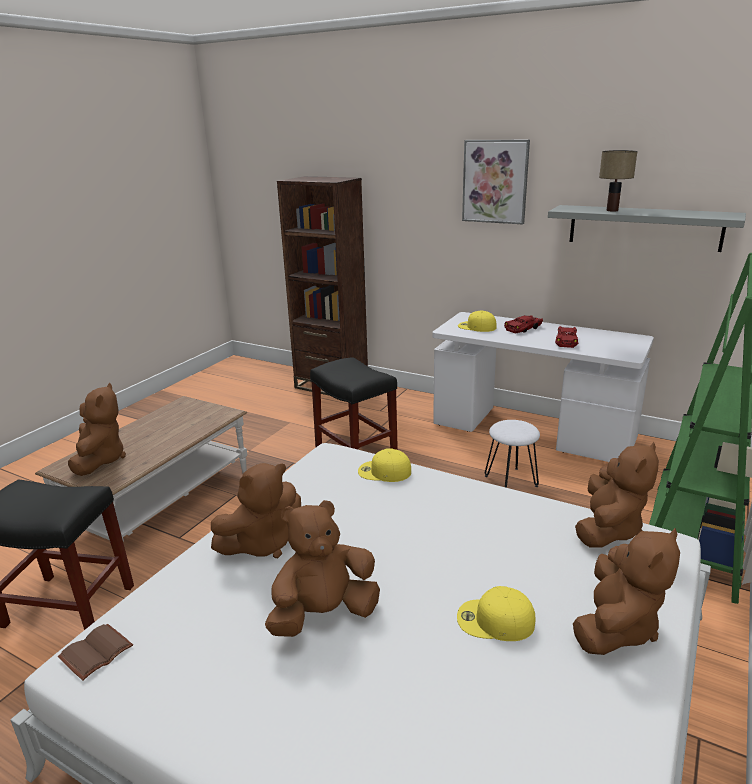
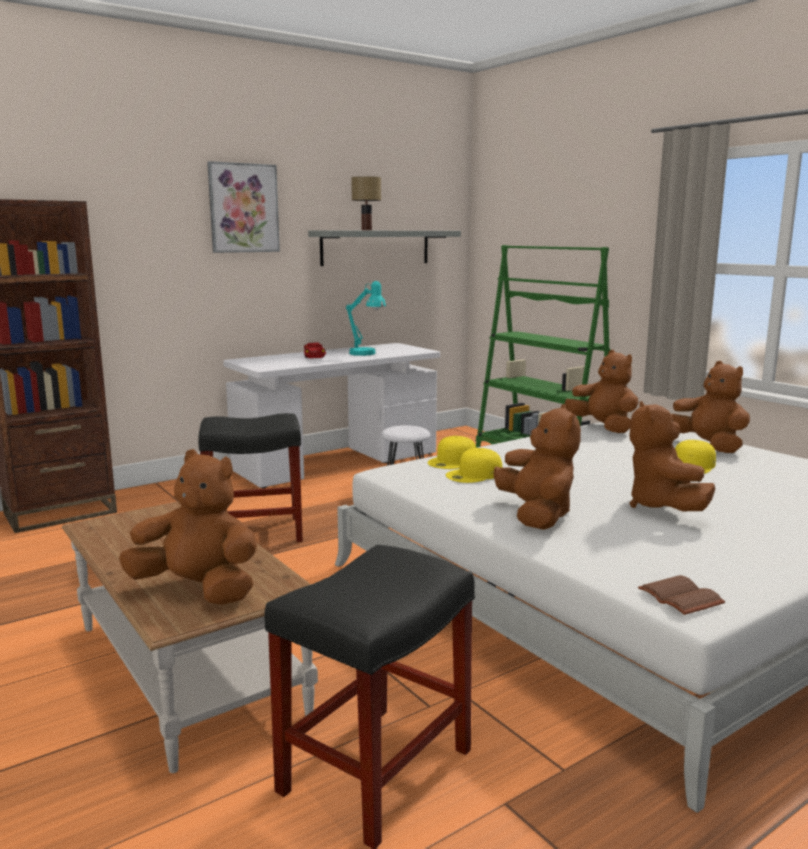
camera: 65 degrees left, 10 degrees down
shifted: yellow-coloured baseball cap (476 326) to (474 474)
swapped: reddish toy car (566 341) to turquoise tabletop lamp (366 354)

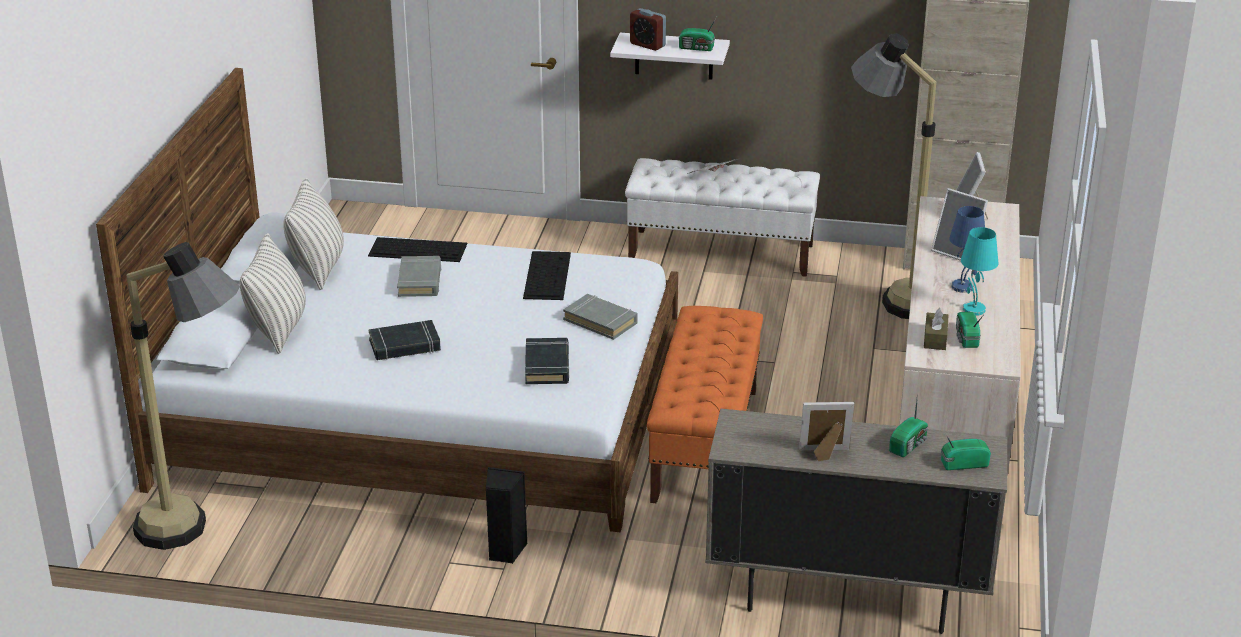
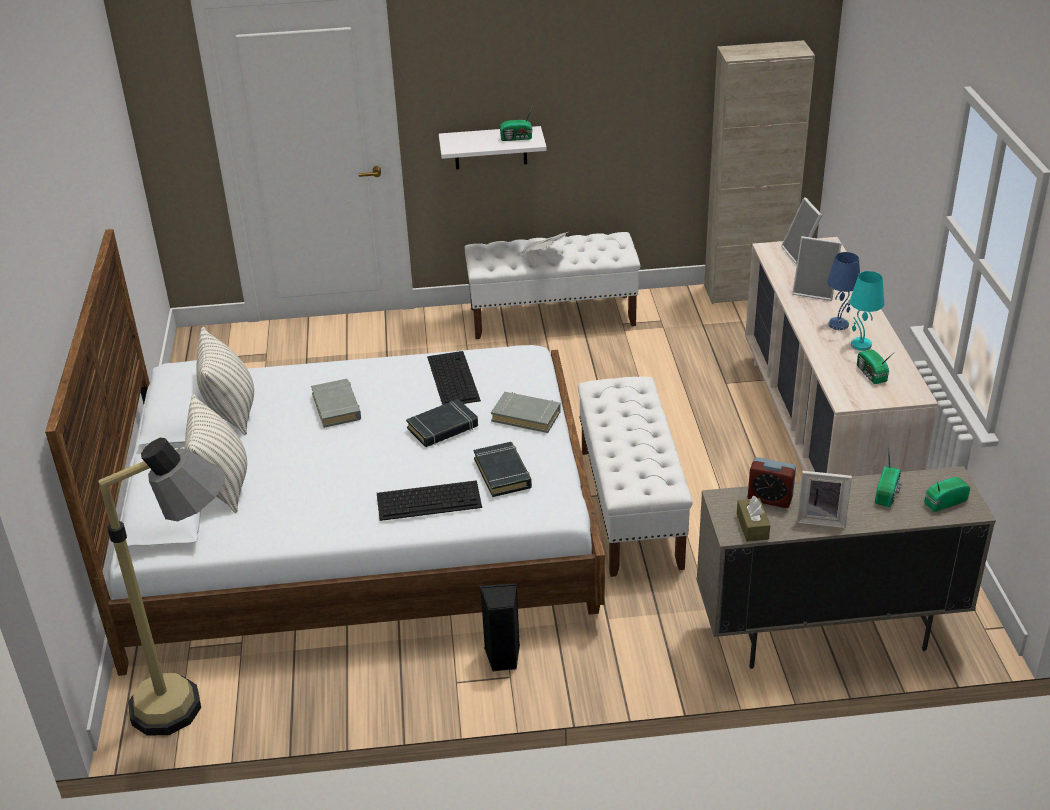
camera: 15 degrees left, 5 degrees up
gone: standing lamp (889 295)
shifted: computer keyboard (419 249) to (430 500); black bound book (405 345) to (443 428); table clock (647 45) to (770 499); brown tissue holder (935 338) to (752 526)
repainted: orangey bench (705 444) to whitish bench (630 507)
rotated: photo frame (825 454) = (821 519) 150 degrees counterclockwise

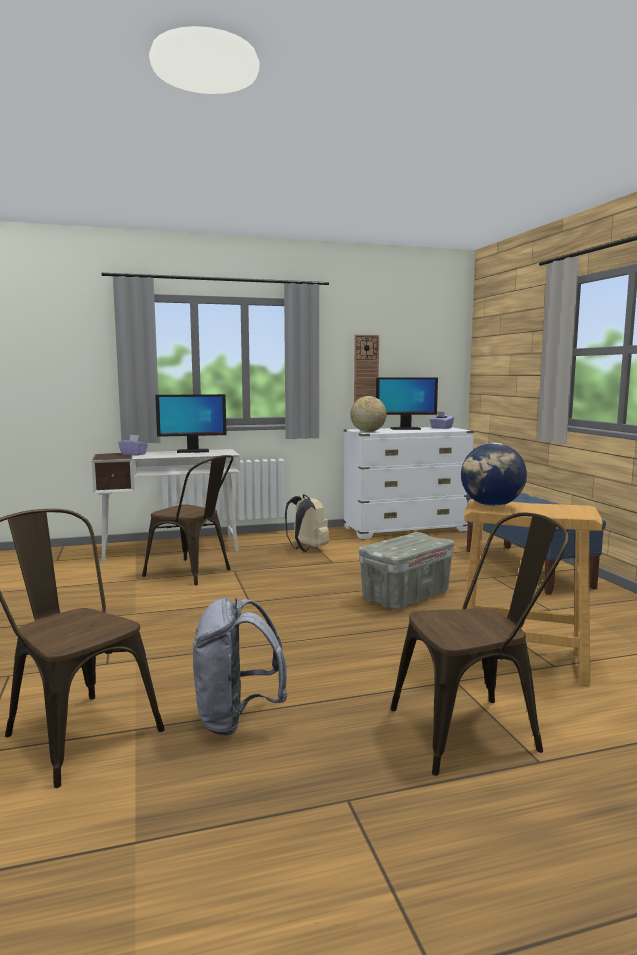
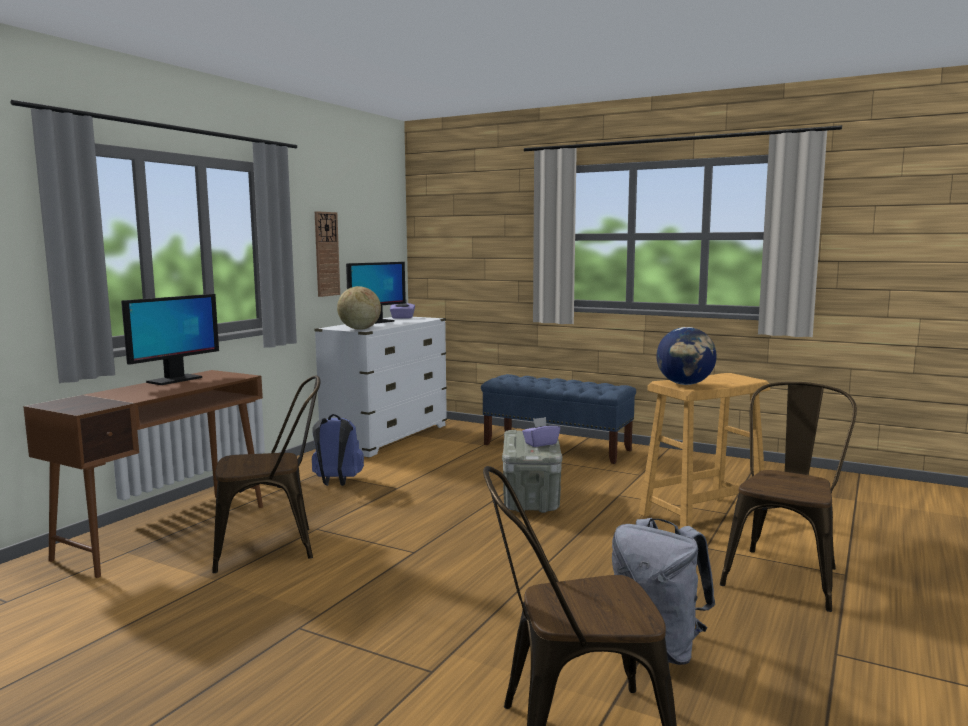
camera: 45 degrees left, 0 degrees up
shifted: purplish tissue holder (133 454) to (540 443)
repainted: whitish desk table (171 549) to brown desk table (166 531); beige backpack (306 549) to blue backpack (336 482)

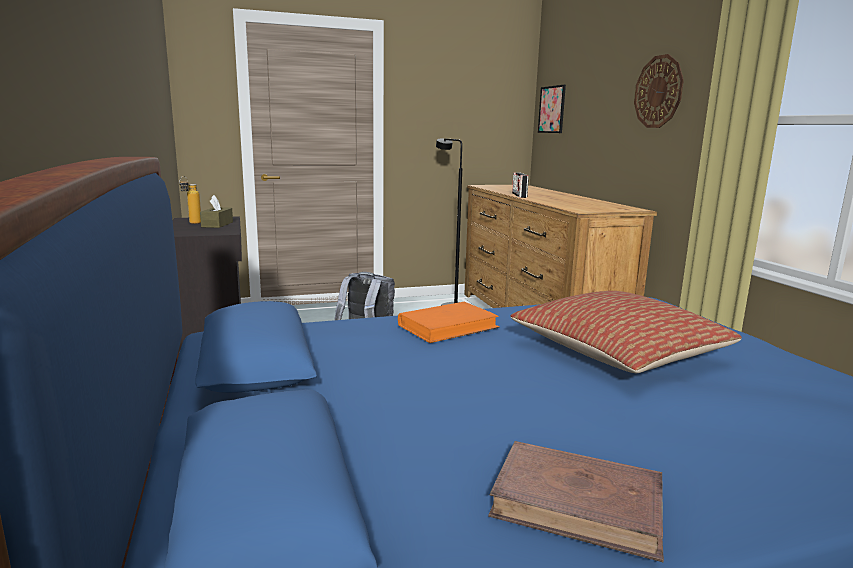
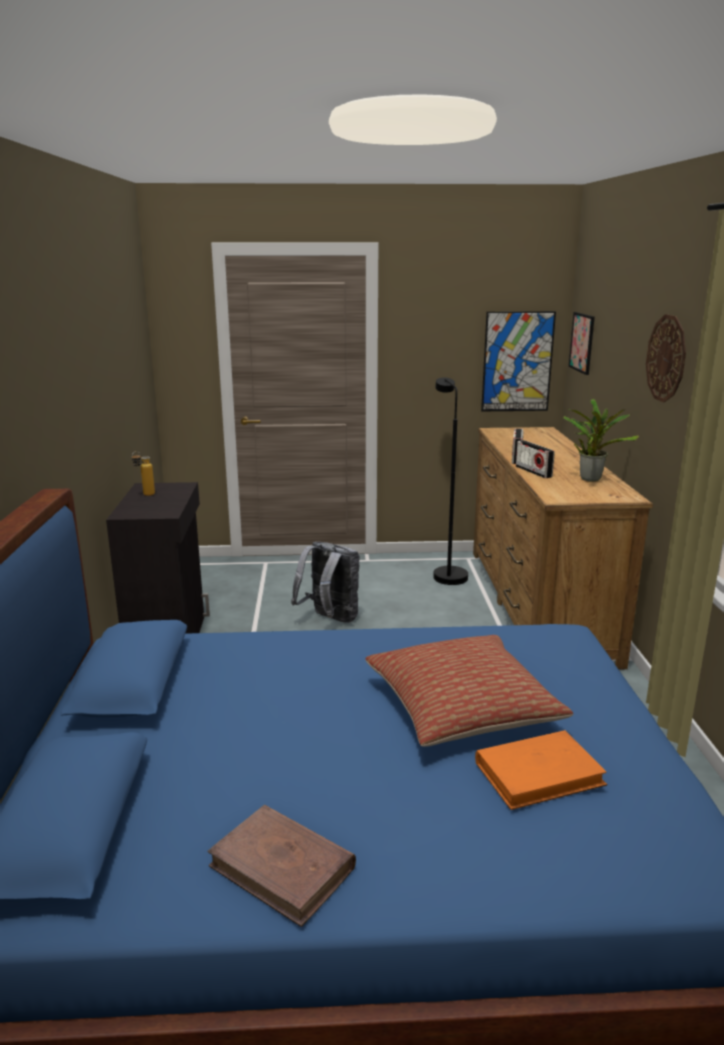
camera: 15 degrees right, 5 degrees up
gone: brown tissue holder (217 224)
new: picture (517 362); radio receiver (533 472); potted plant (590 478)
shifted: orangey bound book (448 326) to (539 774)

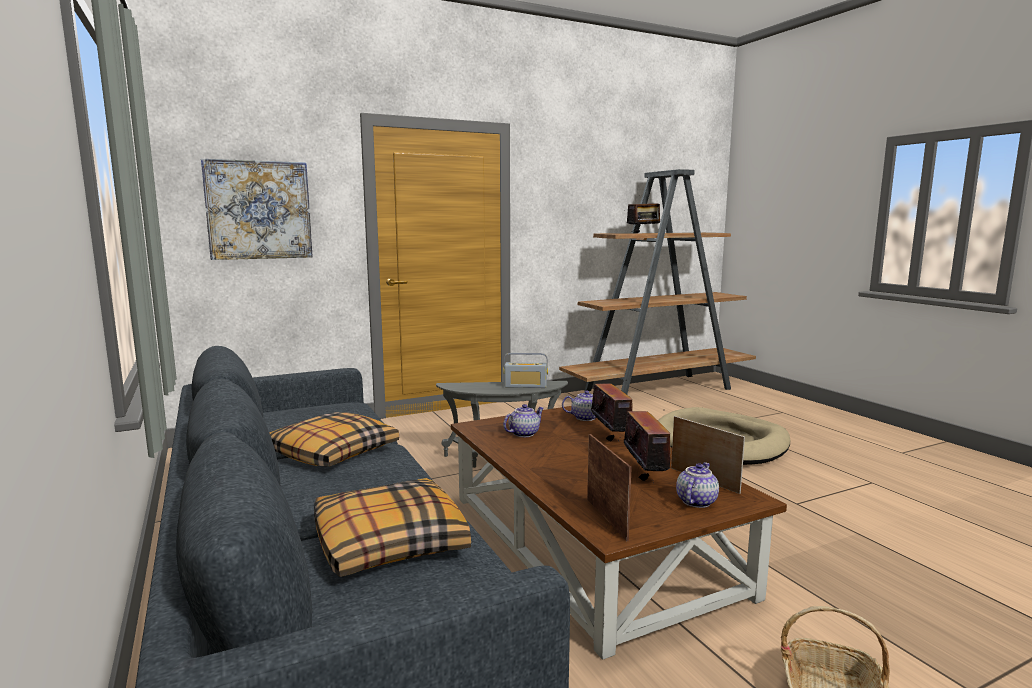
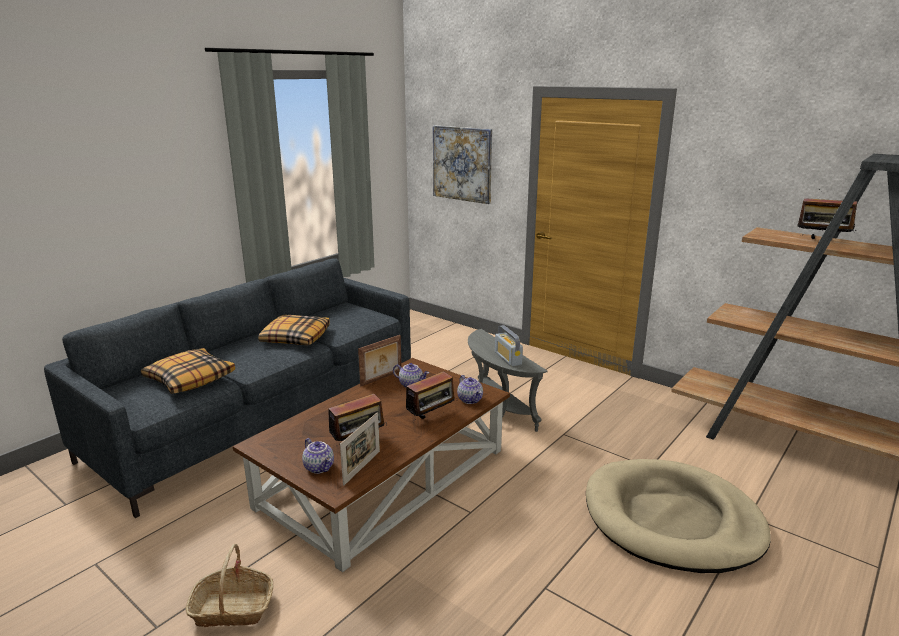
camera: 65 degrees right, 10 degrees up
shifted: photo frame (608 518) to (382 378)
rotated: pot for tea (695 501) = (320 467) 45 degrees clockwise

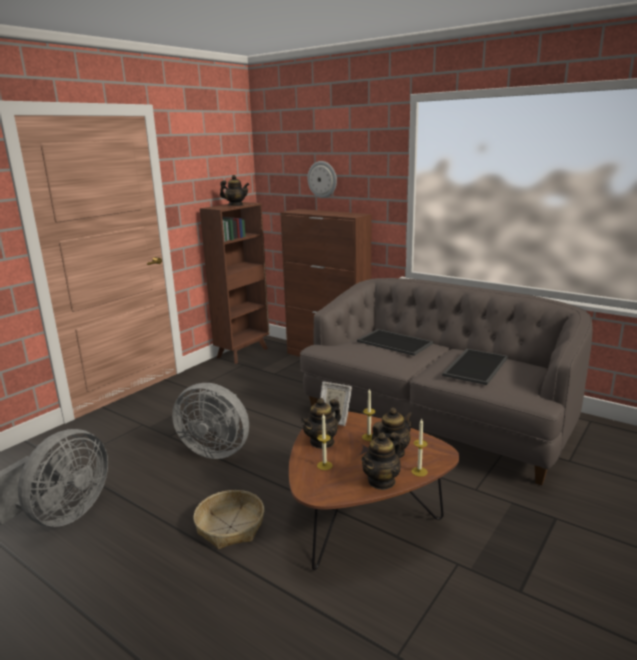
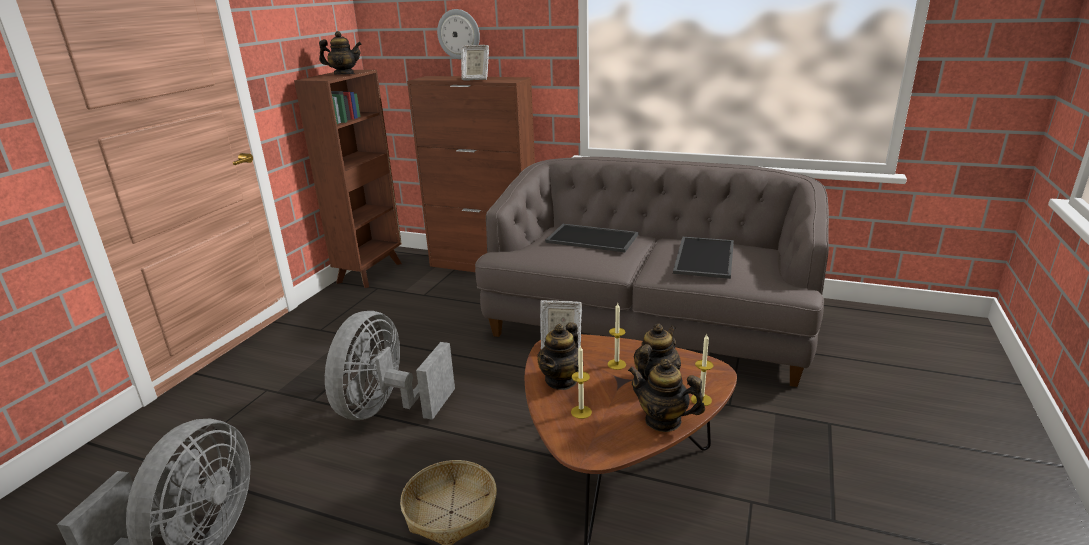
camera: 15 degrees left, 5 degrees up
new: photo frame (475 79)
rotated: greyish fan (216 450) = (387 409) 105 degrees clockwise; pot for tea (381 481) = (663 420) 90 degrees clockwise

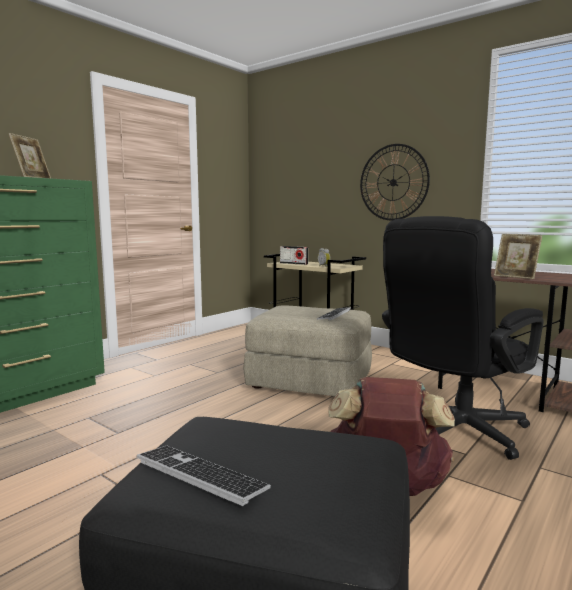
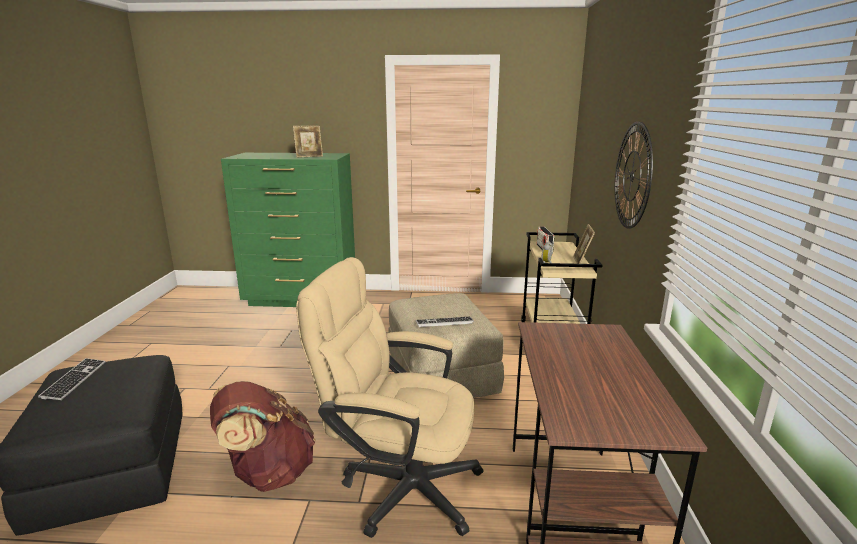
camera: 55 degrees right, 10 degrees up
shifted: photo frame (515 277) to (581 261)
repainted: black computer chair (453 433) to beige computer chair (399 485)

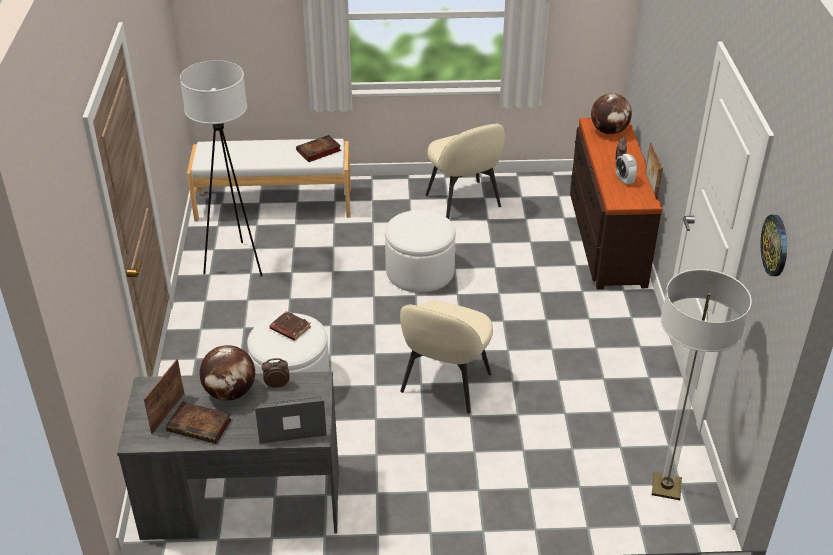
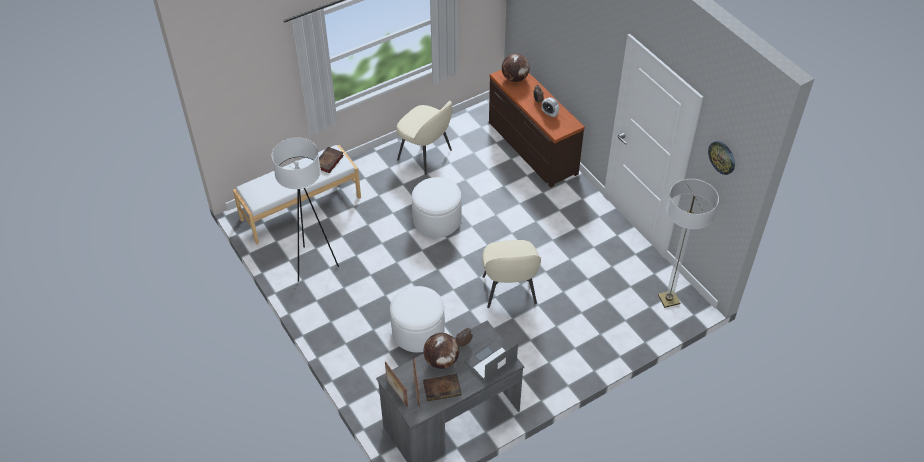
camera: 30 degrees left, 10 degrees up
gone: brown bound book (289 328)
shifted: photo frame (650 186) to (396 393)

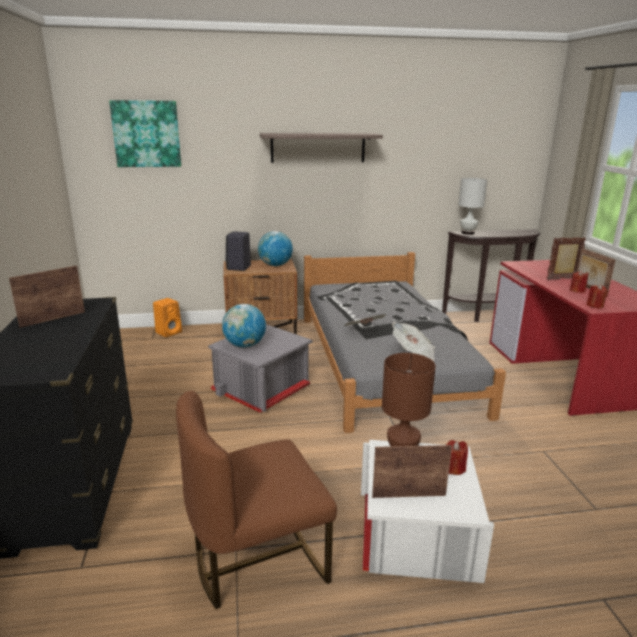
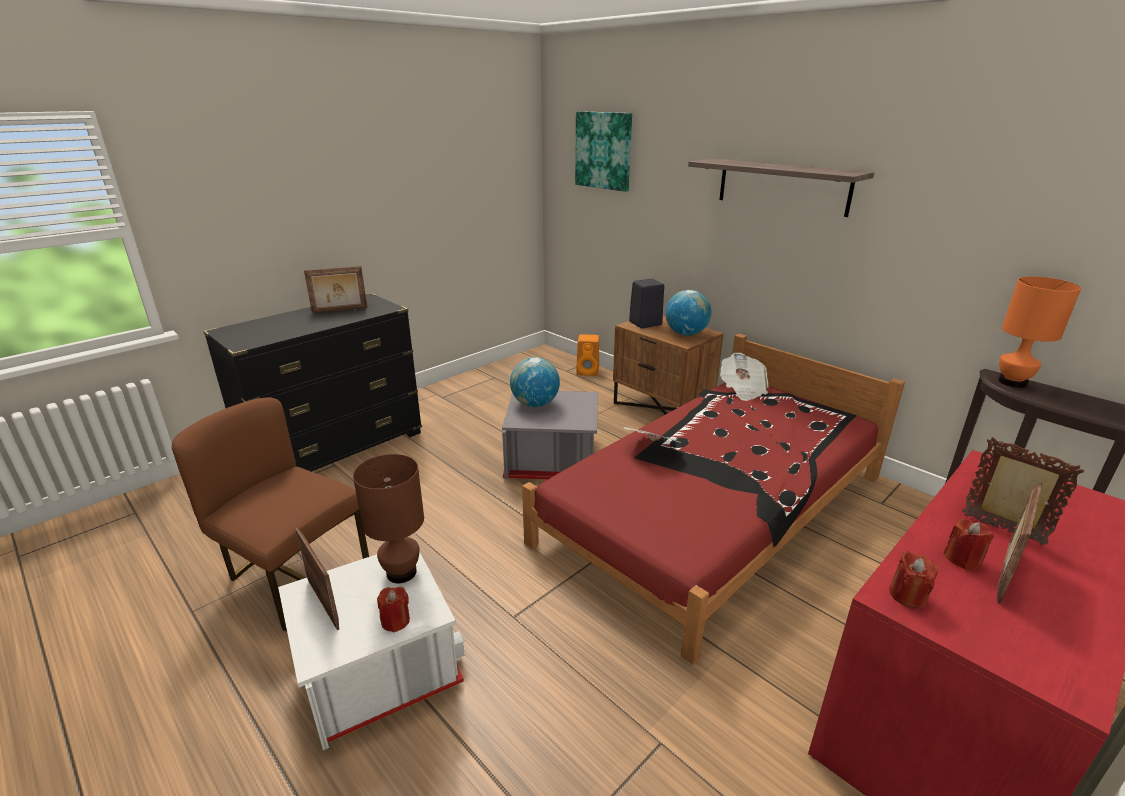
camera: 55 degrees right, 5 degrees up
shifted: daily paper (413 353) to (742 389)
repainted: greyish bedroom bed (383 361) to reddish bedroom bed (714 508); whitish tabletop lamp (468 233) to orangey tabletop lamp (1012 382)
rotated: photo frame (52 319) = (340 310) 150 degrees clockwise

